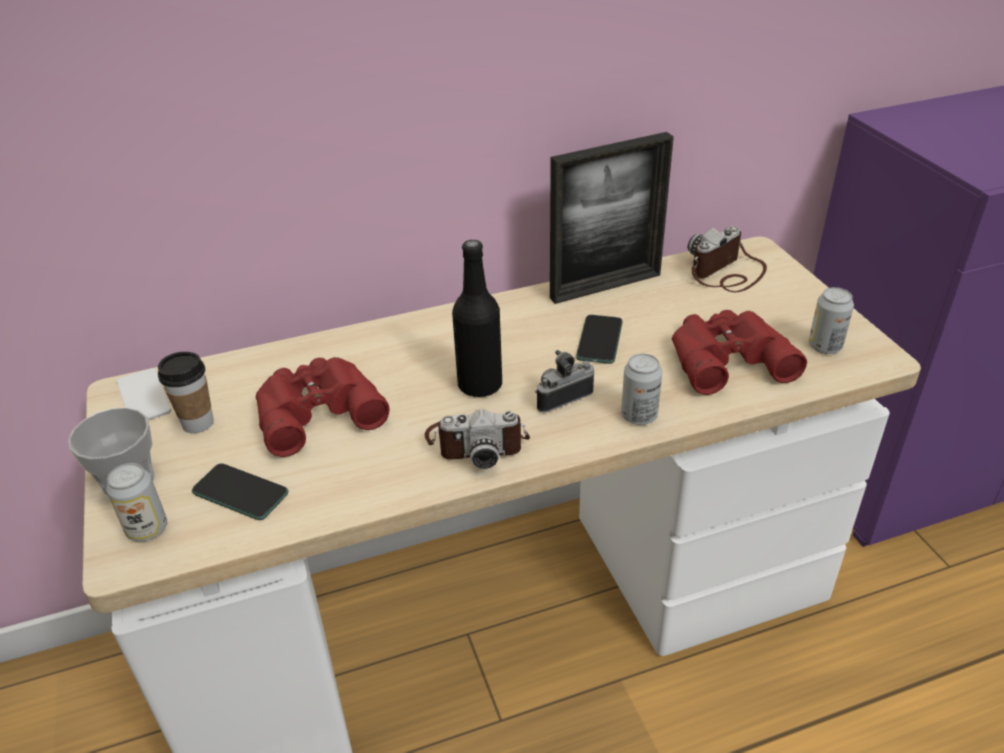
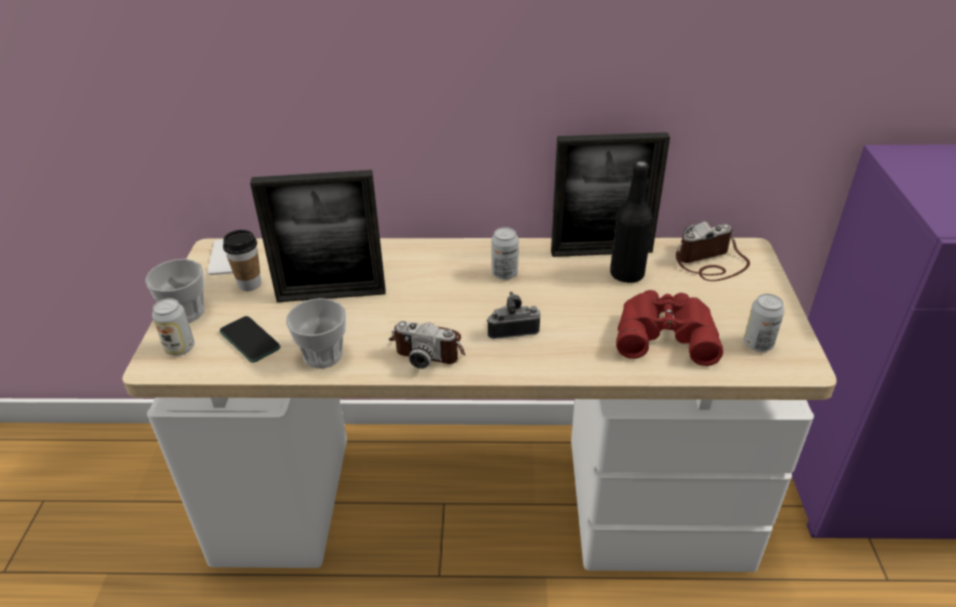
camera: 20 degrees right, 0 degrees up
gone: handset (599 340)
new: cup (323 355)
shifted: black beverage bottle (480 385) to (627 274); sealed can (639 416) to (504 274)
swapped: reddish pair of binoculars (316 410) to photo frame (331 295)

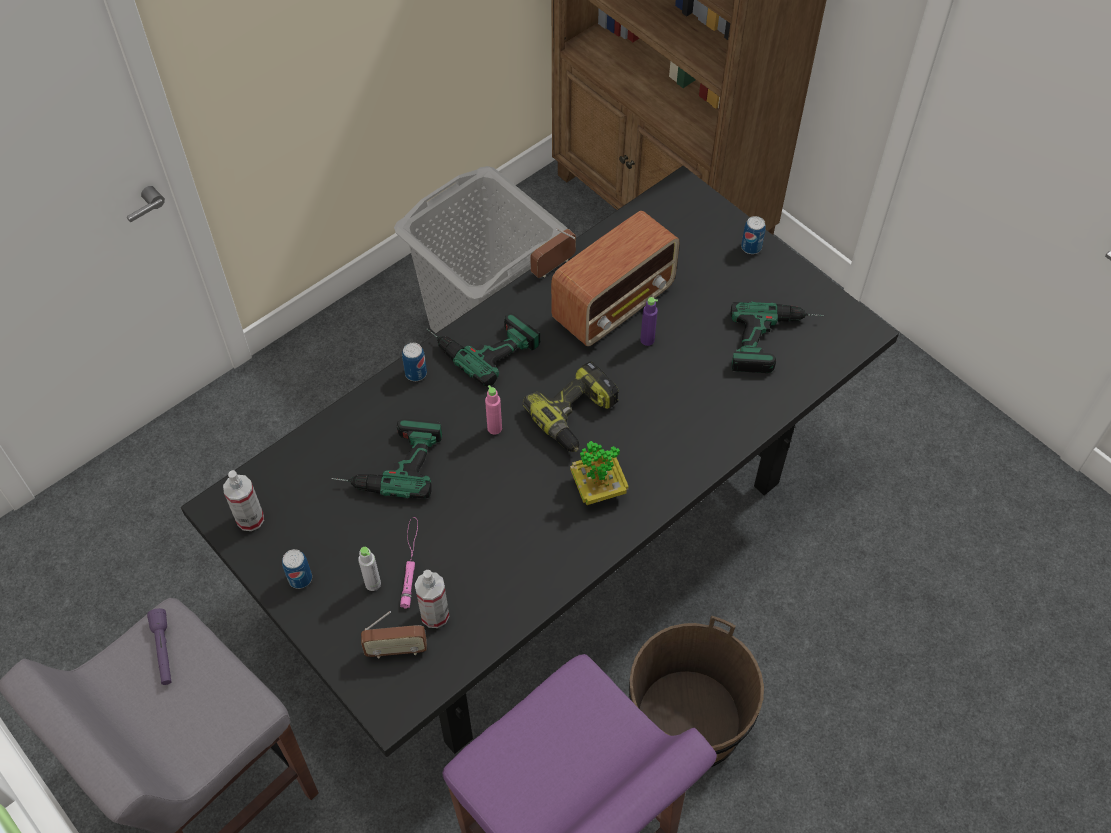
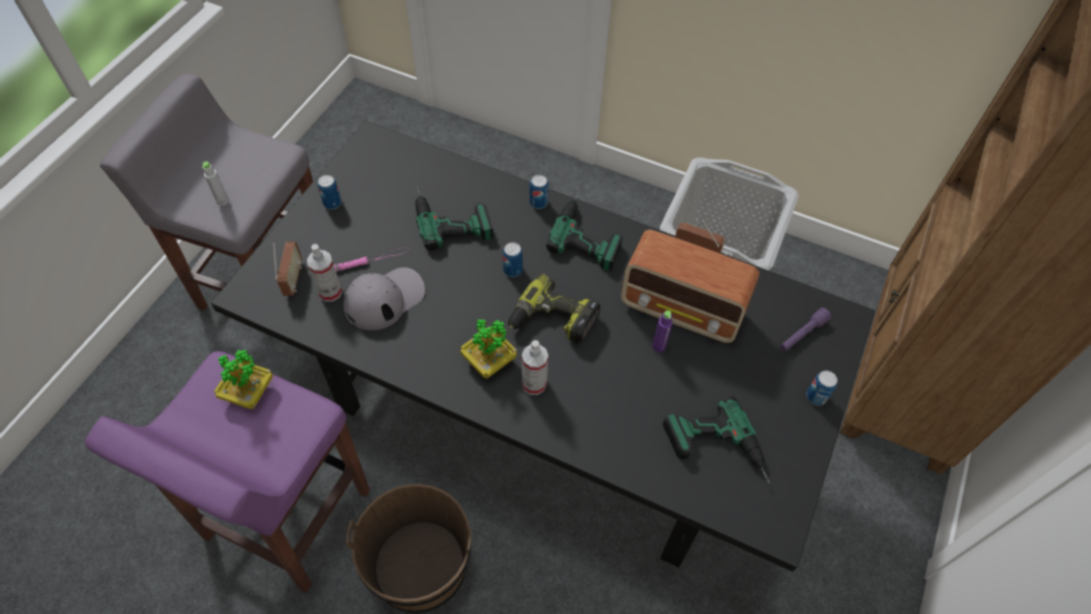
camera: 65 degrees right, 0 degrees up
new: potted plant (249 392); greyish baseball cap (384 299)
shifted: purplish torch (163 650) to (802 334); sprayer (250 519) to (534 384); greyish beverage bottle (373 584) to (223 201)
swapped: pink-coloured beverage bottle (494 428) to sealed can (512 270)
rotated: radio receiver (396 650) = (293 279) 150 degrees counterclockwise

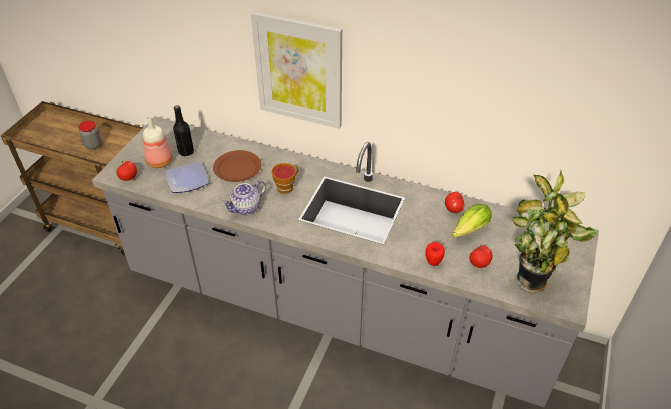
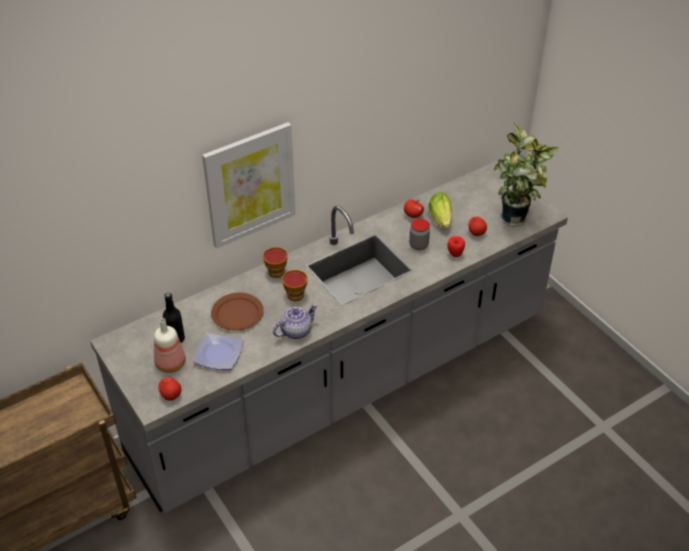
camera: 55 degrees left, 0 degrees up
new: cup (276 270)
shifted: jar (93 145) to (418 245)
rotated: pot for tea (246 208) = (296 330) 120 degrees counterclockwise

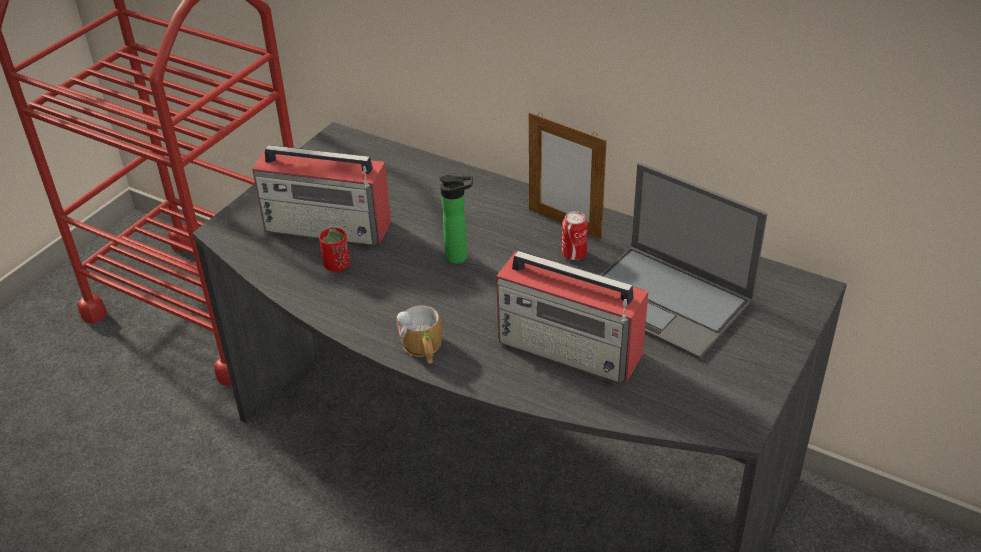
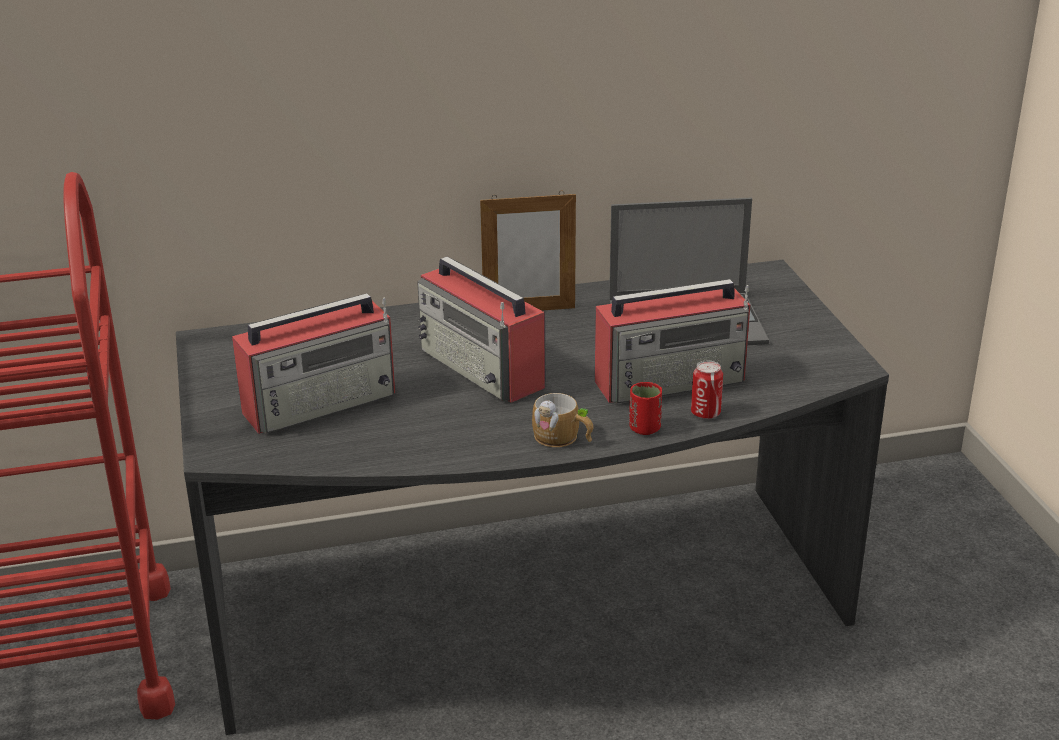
camera: 45 degrees left, 10 degrees down
shifted: reddish cup (337 265) to (644 428); sealed can (574 254) to (705 413)
swapped: beverage bottle (460 257) to radio receiver (483 369)

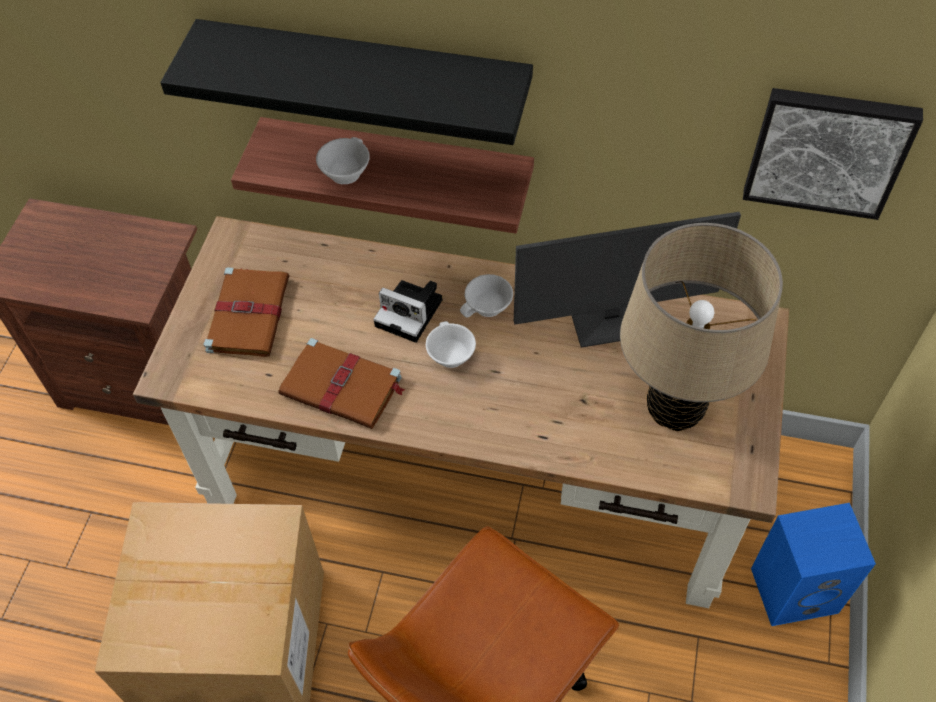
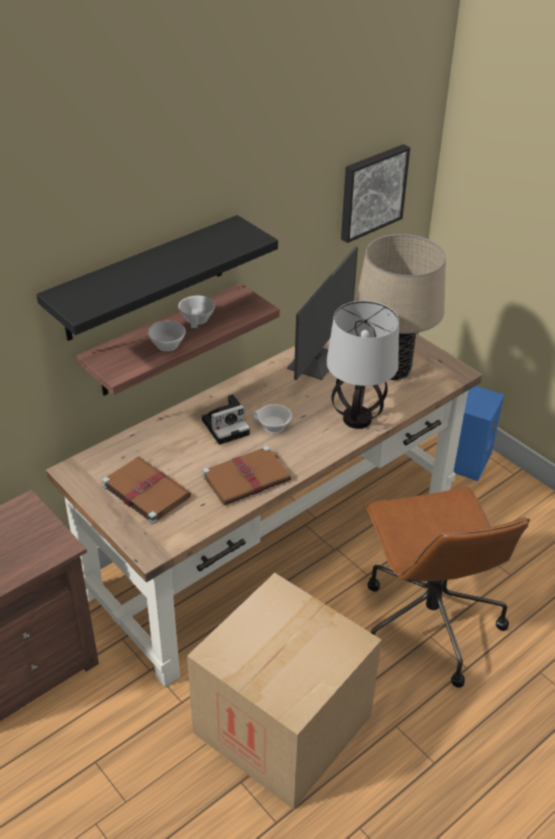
camera: 55 degrees left, 15 degrees down
new: tabletop lamp (356 419)
shifted: whitish cup (488 308) to (198 319)

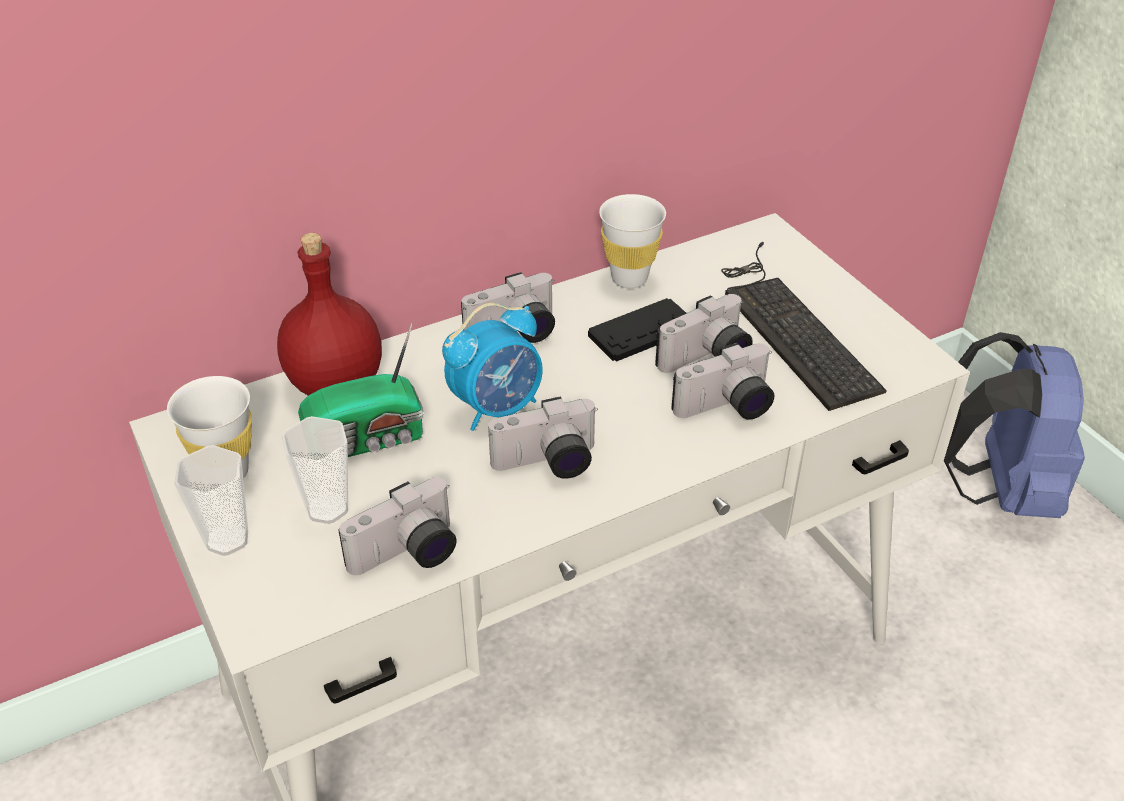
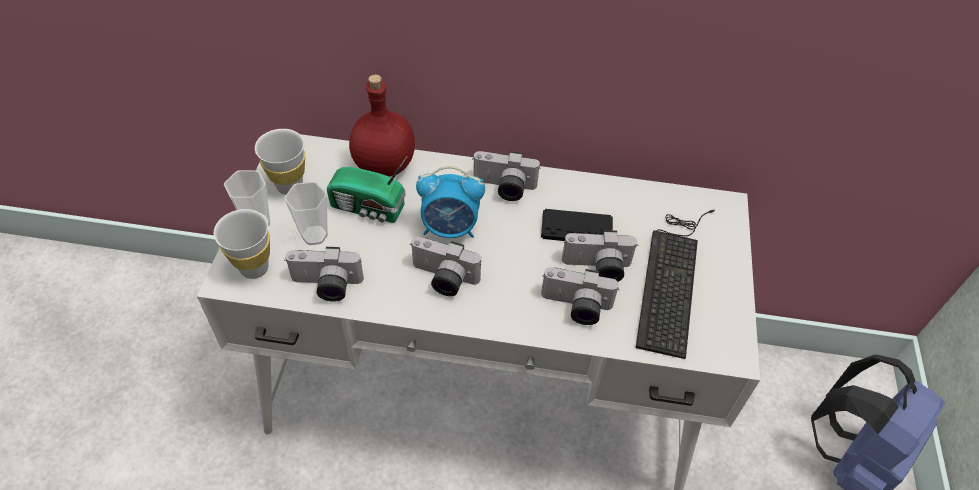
camera: 35 degrees right, 10 degrees up
shifted: whitish cup (629 279) to (254 268)

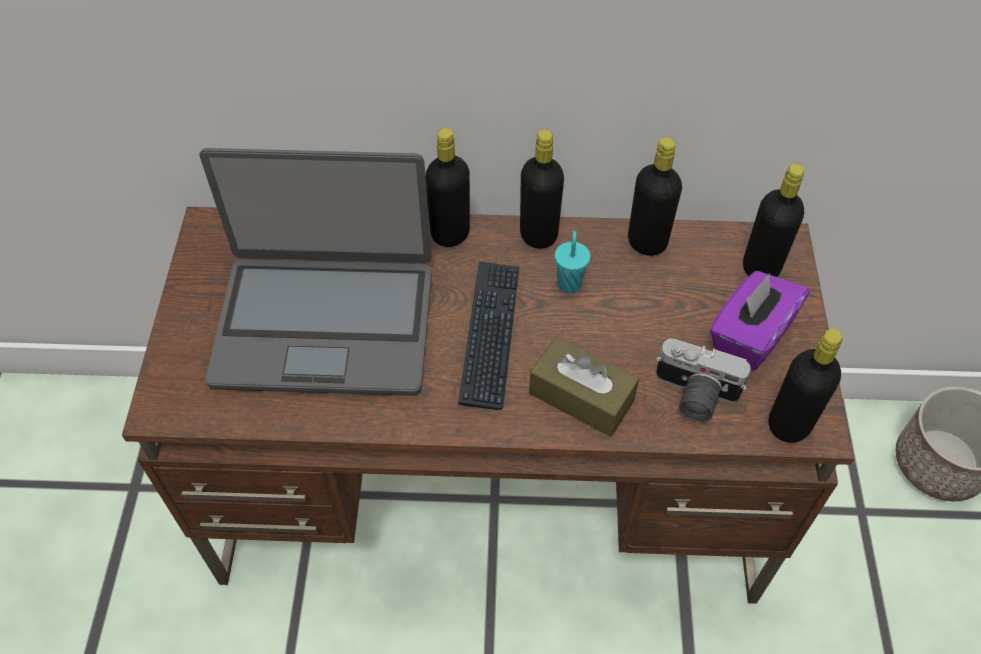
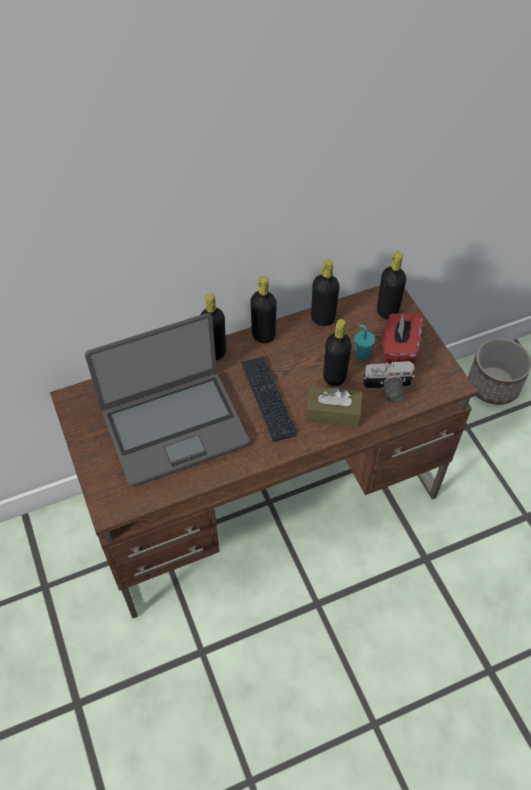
camera: 25 degrees left, 0 degrees up
shifted: turquoise cup (569 282) to (361 354); black beverage bottle (789 424) to (334 377)
repainted: purplish tissue holder (750 335) to reddish tissue holder (399 349)

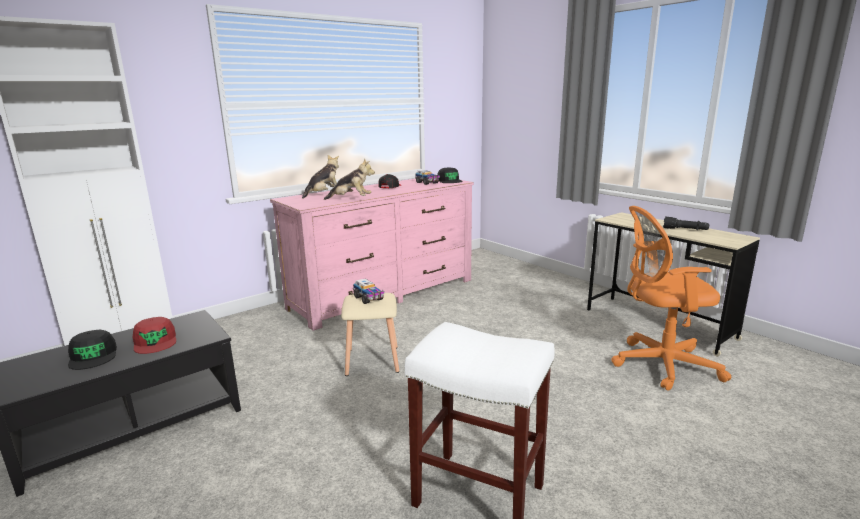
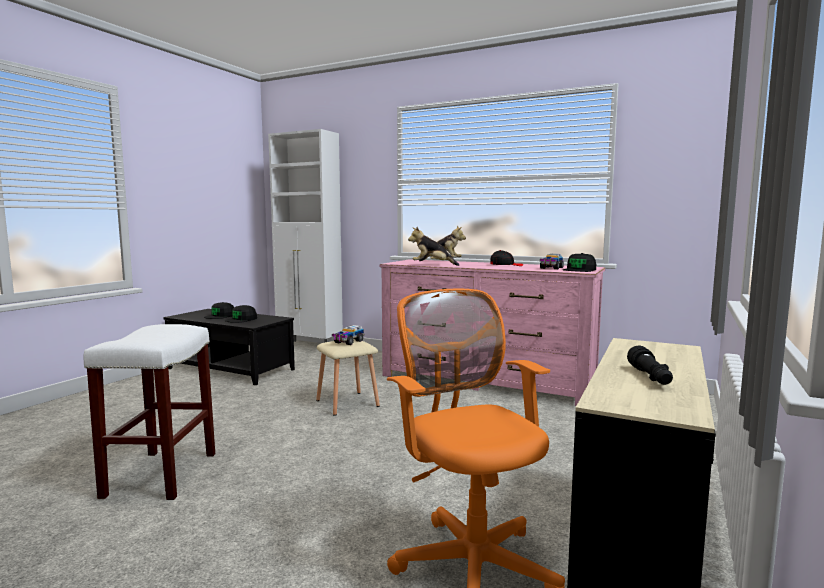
camera: 65 degrees right, 10 degrees down
repainted: reddish baseball cap (155 341) to black baseball cap (241 319)
rotated: soft toy (351 199) = (432 265) 120 degrees clockwise

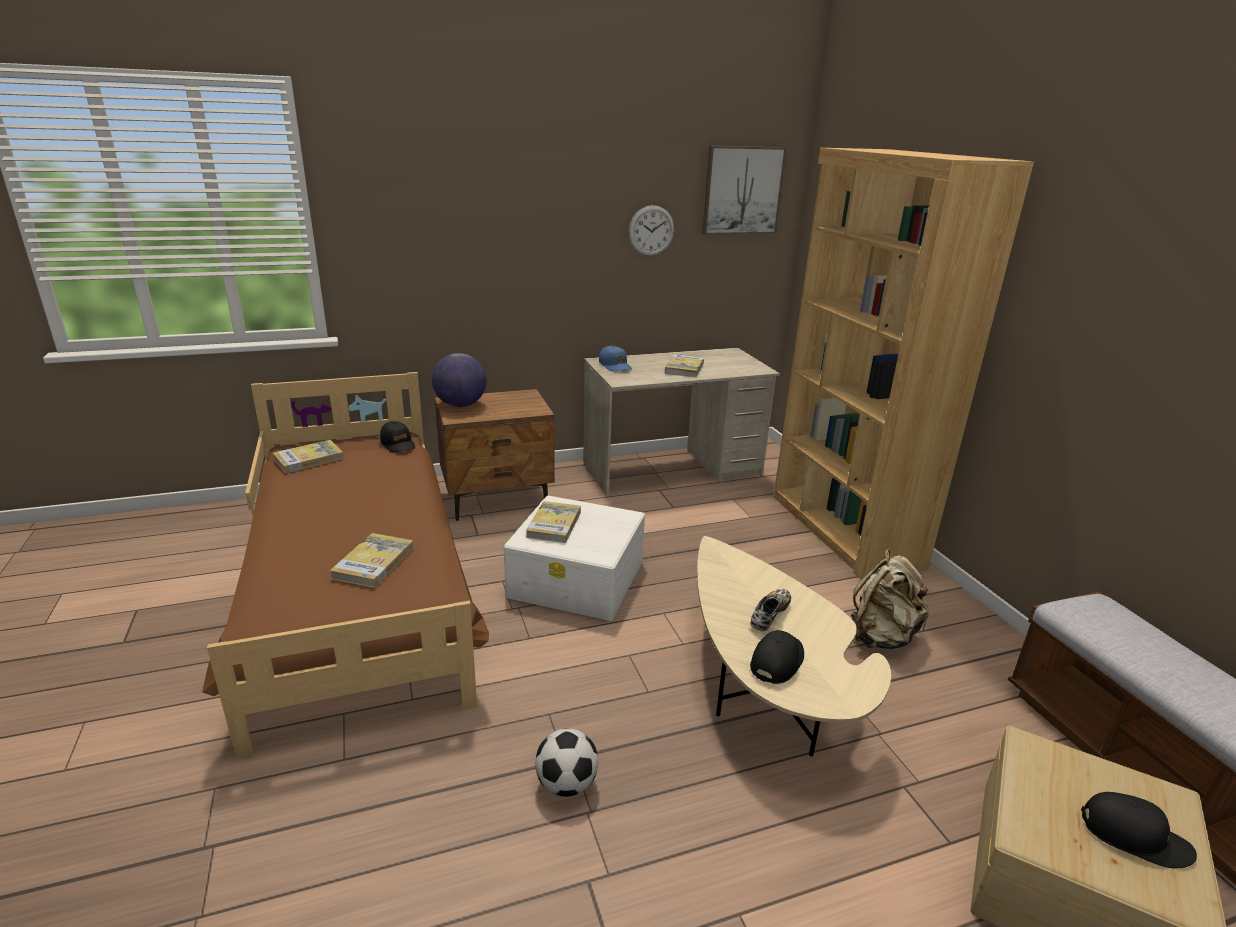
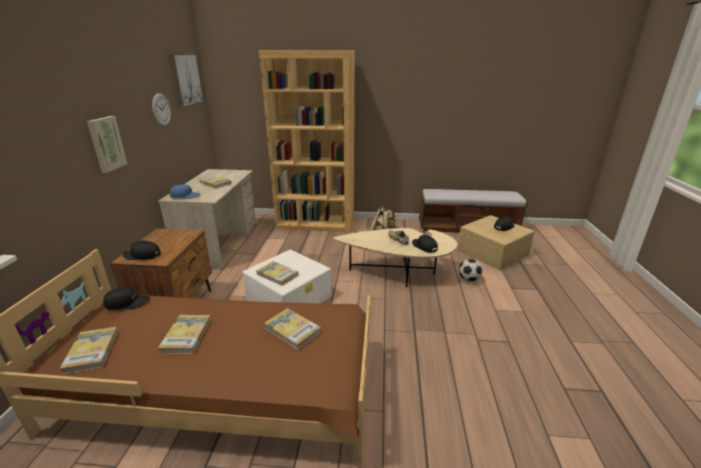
camera: 65 degrees left, 0 degrees up
new: picture (106 144); bound book (186 335)
shifted: football ball (566 784) to (469 279)
swapped: globe (460 405) to black baseball cap (142 255)

